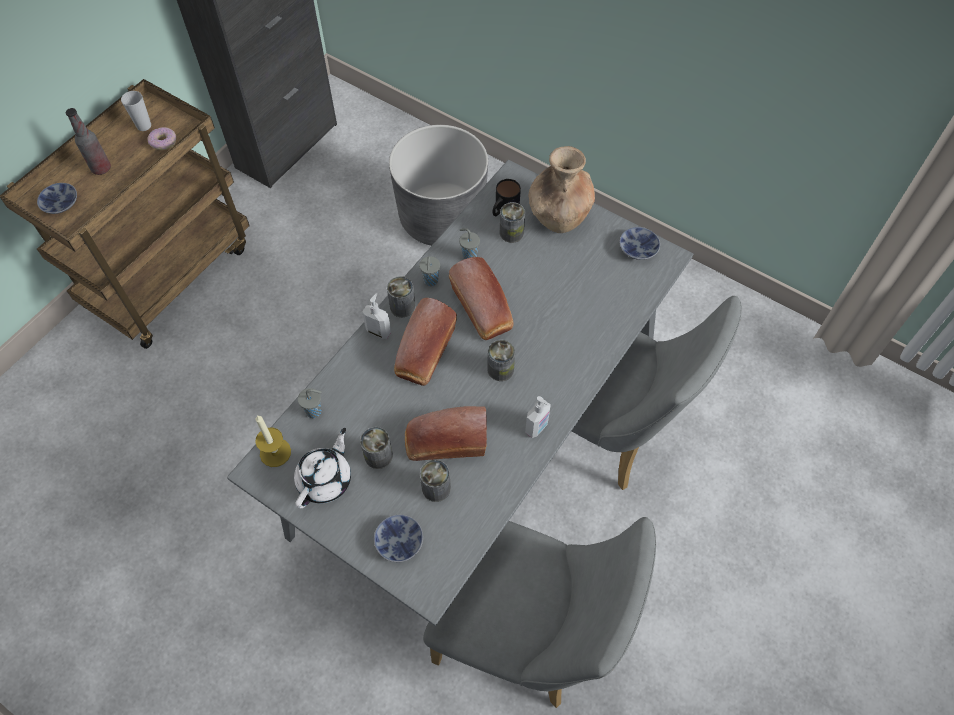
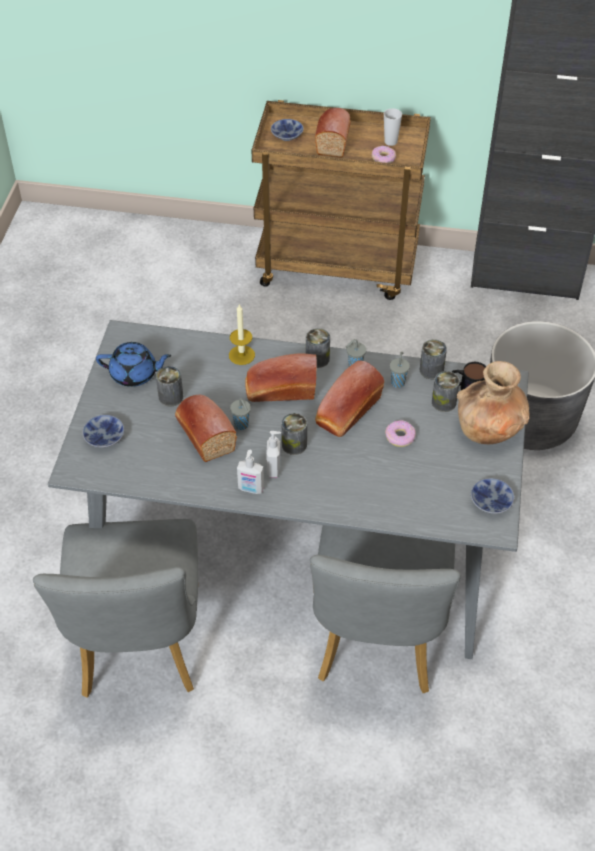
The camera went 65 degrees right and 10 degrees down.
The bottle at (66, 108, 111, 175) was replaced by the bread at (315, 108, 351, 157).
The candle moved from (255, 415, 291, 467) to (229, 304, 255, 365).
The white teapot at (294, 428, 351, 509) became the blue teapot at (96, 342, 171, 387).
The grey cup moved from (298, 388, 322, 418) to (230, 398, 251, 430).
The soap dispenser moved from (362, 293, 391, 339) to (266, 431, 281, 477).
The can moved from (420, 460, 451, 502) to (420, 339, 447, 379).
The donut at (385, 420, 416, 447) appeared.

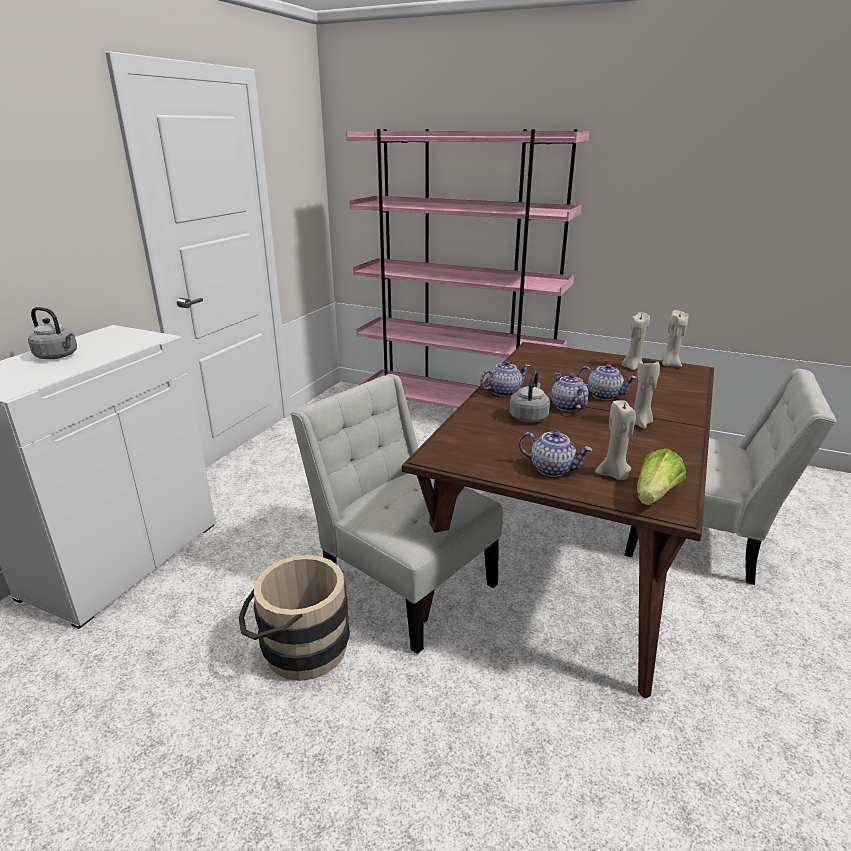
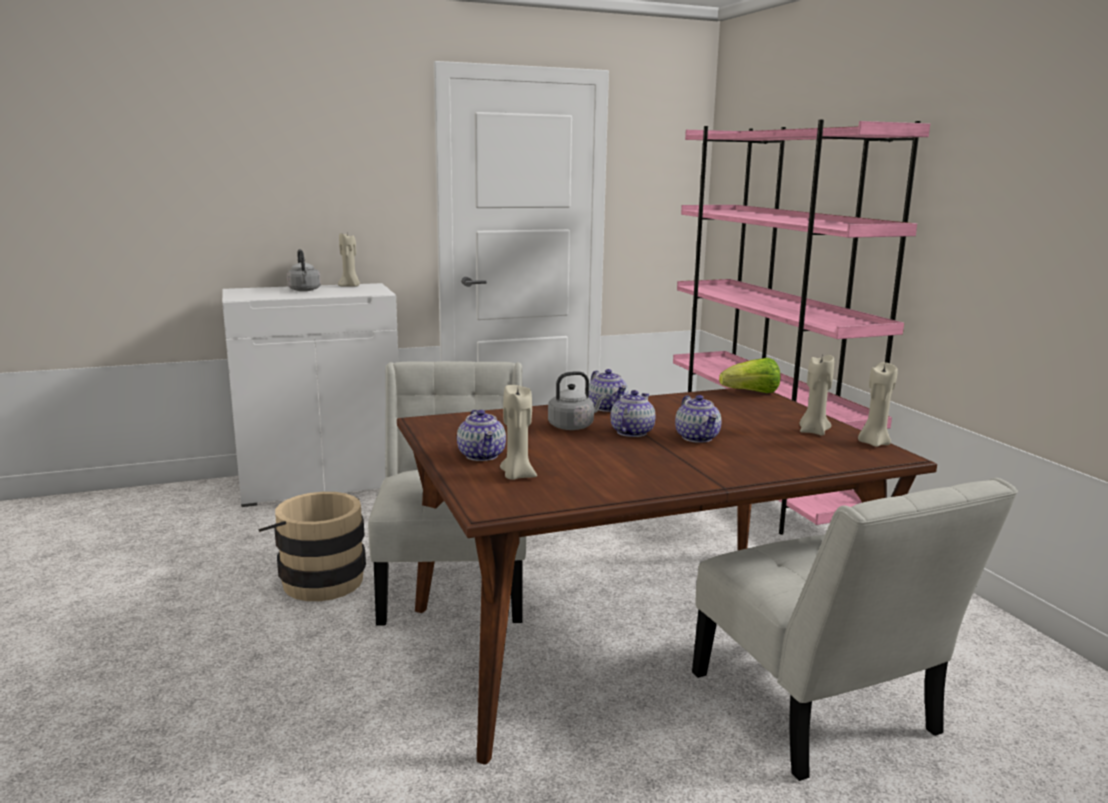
The camera went 45 degrees right and 10 degrees down.
The teapot at (480, 361, 530, 397) turned 45 degrees clockwise.
The beige candle moved from (634, 358, 660, 429) to (338, 233, 360, 287).
The lettuce moved from (637, 449, 686, 505) to (719, 358, 780, 393).

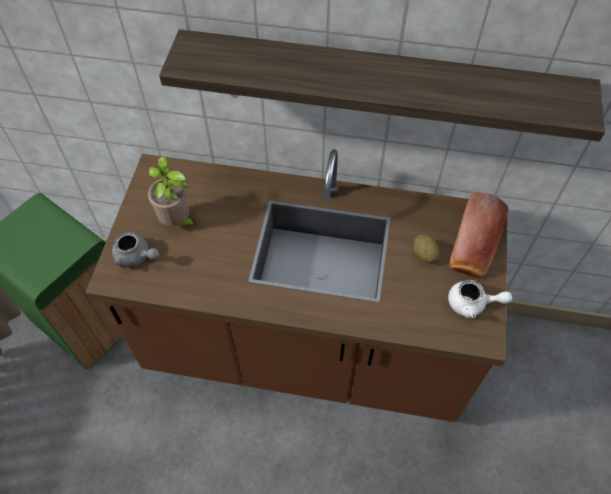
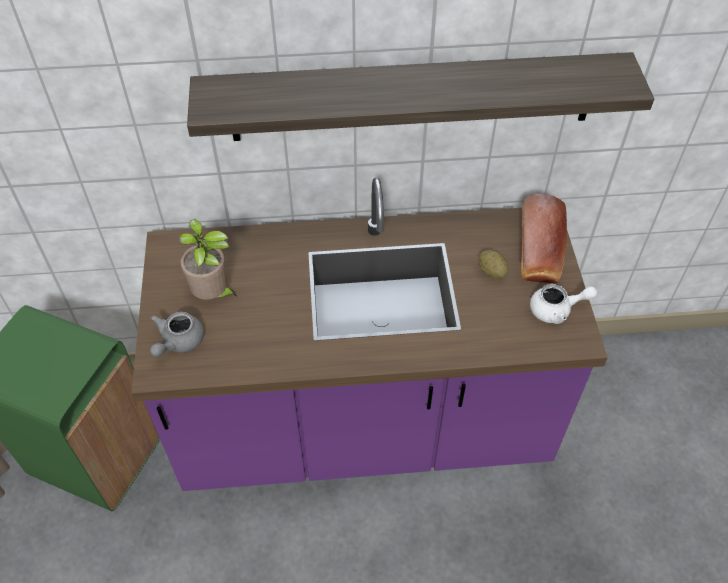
The camera went 15 degrees left and 5 degrees down.
The brown counter at (85, 149, 507, 422) became the purple counter at (131, 178, 608, 491).
The grey teapot at (112, 232, 159, 268) turned 105 degrees clockwise.

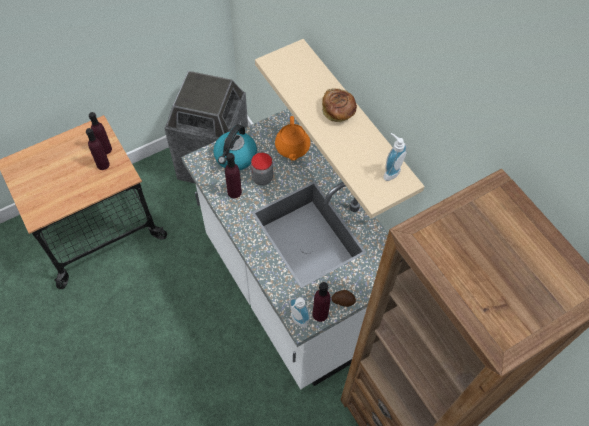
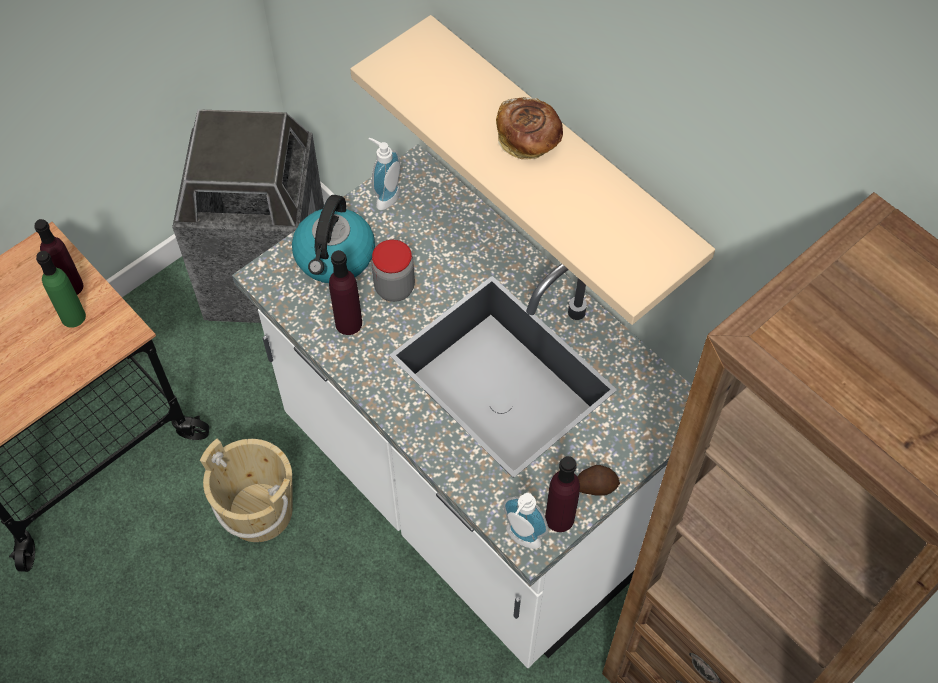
The camera went 10 degrees left and 0 degrees up.
The purple bottle at (86, 128, 110, 170) became the green bottle at (36, 251, 86, 328).
The orange teapot at (275, 116, 311, 161) disappeared.
The soap dispenser moved from (383, 133, 407, 181) to (368, 137, 401, 210).
The beige bucket at (200, 439, 293, 542) appeared.

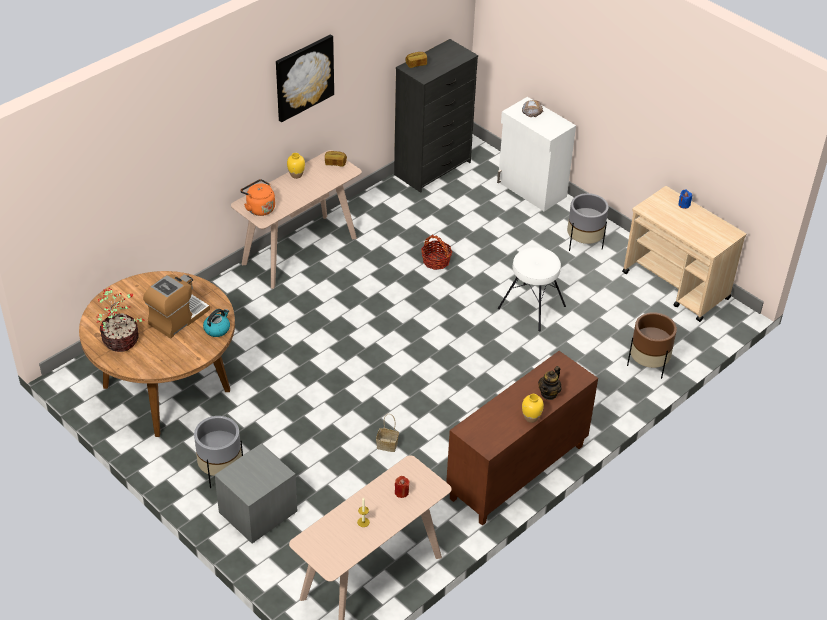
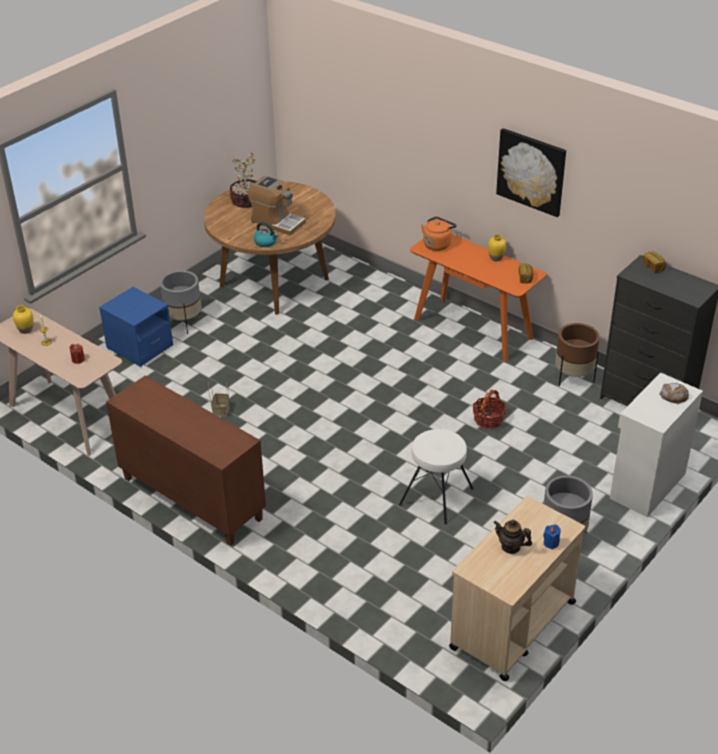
The camera went 85 degrees right and 5 degrees down.
The grey nightstand at (214, 444, 297, 543) became the blue nightstand at (99, 287, 173, 367).
The beige console table at (231, 150, 362, 289) became the orange console table at (410, 234, 546, 362).
The yellow vase moved from (522, 394, 544, 423) to (13, 305, 34, 334).
The teapot moved from (538, 366, 562, 400) to (493, 520, 532, 554).
The brown planter moved from (627, 312, 677, 379) to (555, 323, 600, 386).

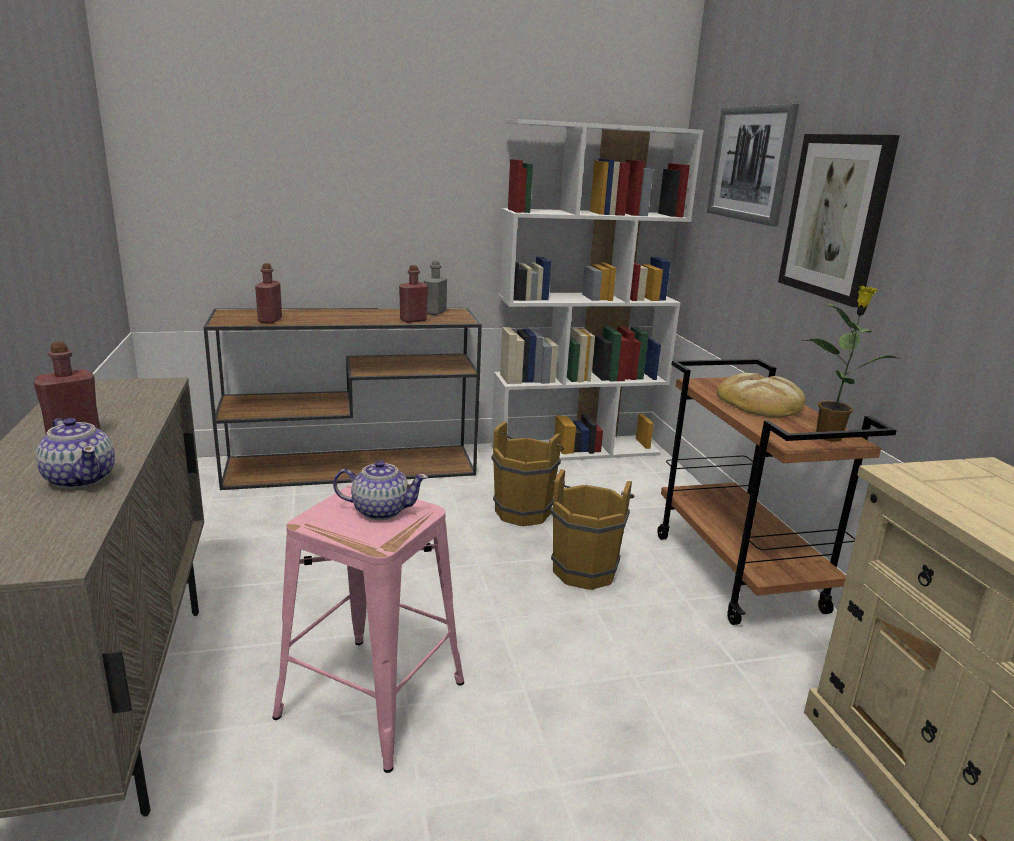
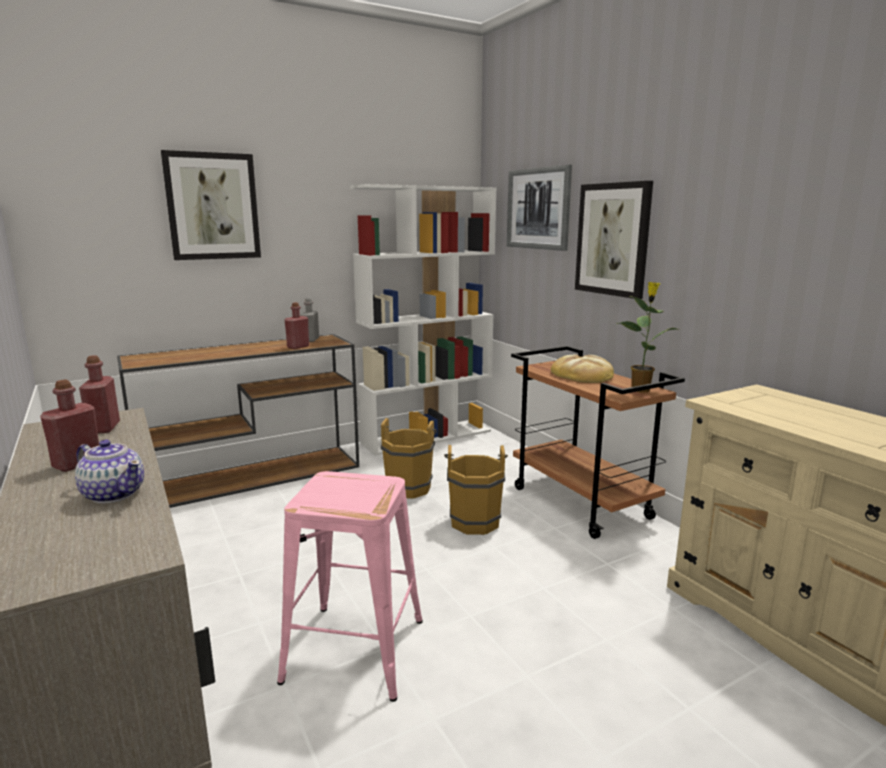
The camera went 15 degrees left and 5 degrees down.
The red bottle moved from (255, 263, 282, 324) to (79, 355, 120, 434).
The teapot at (333, 460, 428, 520) disappeared.
The picture at (161, 150, 261, 260) appeared.

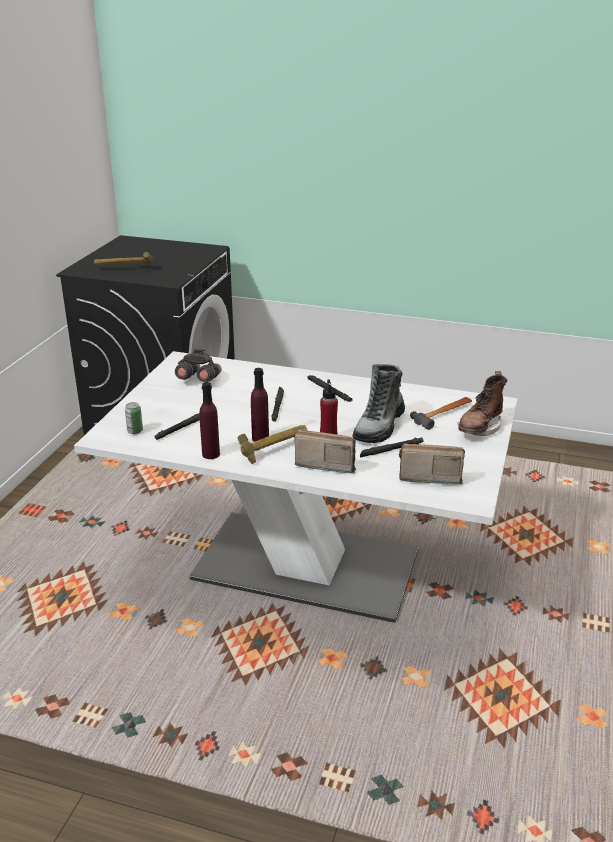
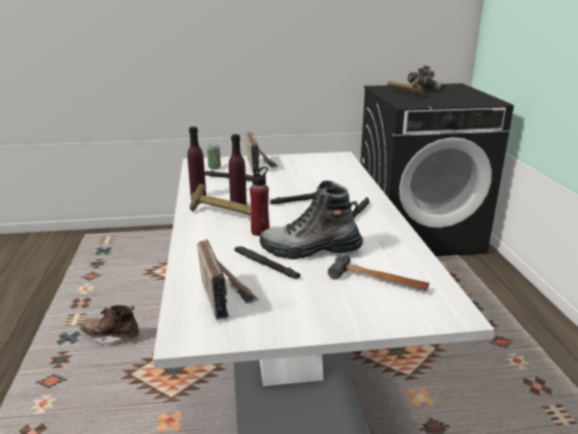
The camera went 65 degrees right and 5 degrees down.
The grey binoculars moved from (175, 349, 221, 382) to (408, 65, 441, 90).
The radio moved from (294, 429, 356, 474) to (245, 132, 278, 172).
The brown boot moved from (458, 371, 507, 436) to (80, 305, 139, 346).

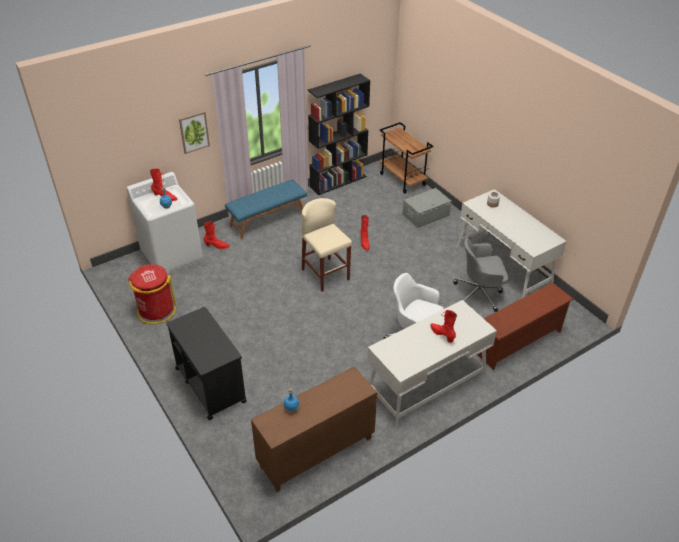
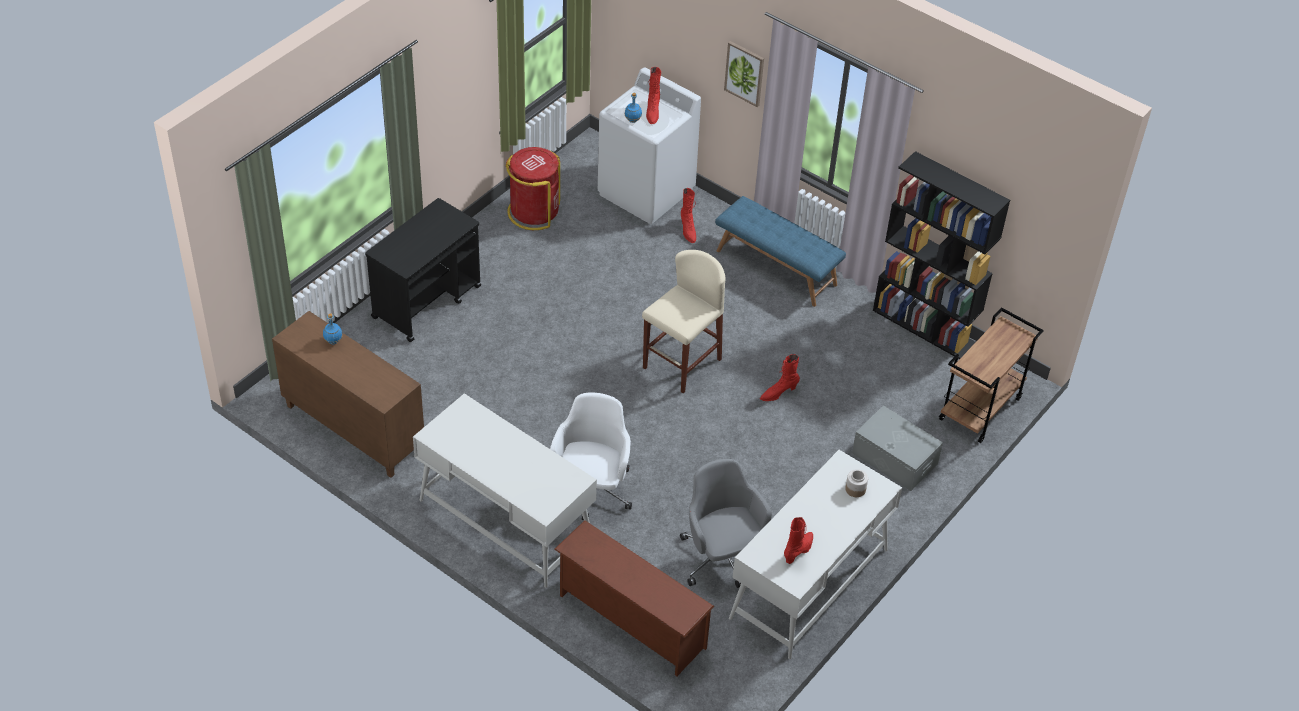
The camera went 70 degrees right and 5 degrees up.
The red boot moved from (431, 310, 457, 343) to (784, 517, 813, 564).

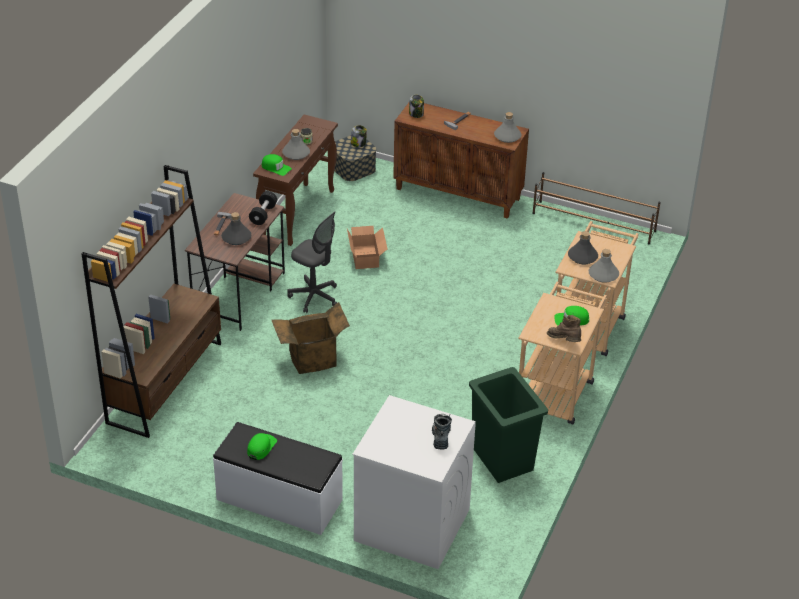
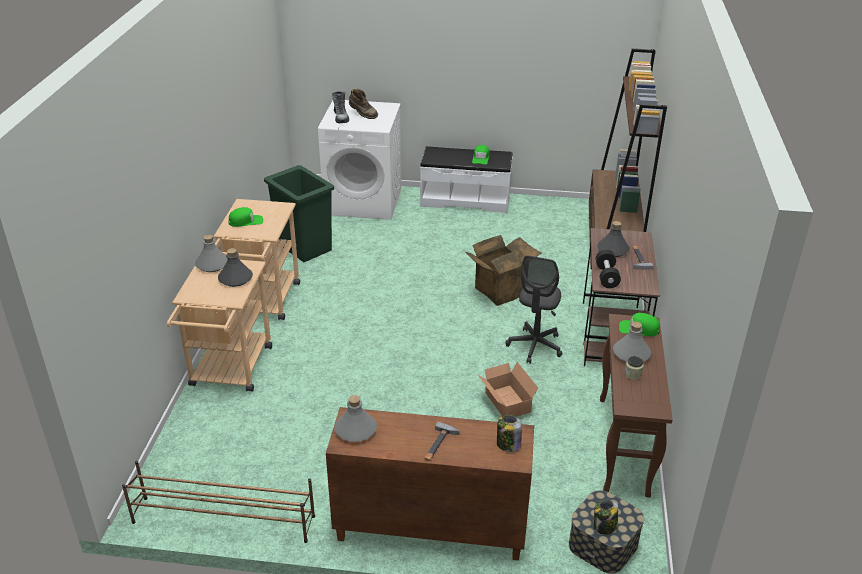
The camera went 165 degrees right and 5 degrees down.
The grey office chair at (287, 212, 337, 313) turned 90 degrees counterclockwise.
The brown boot moved from (547, 315, 581, 342) to (349, 89, 378, 119).

